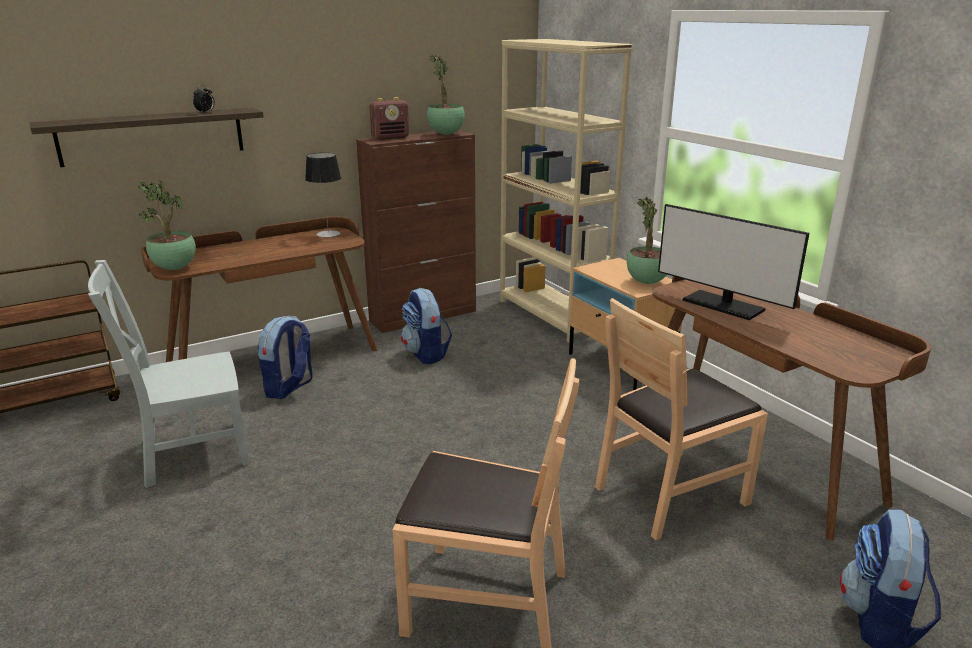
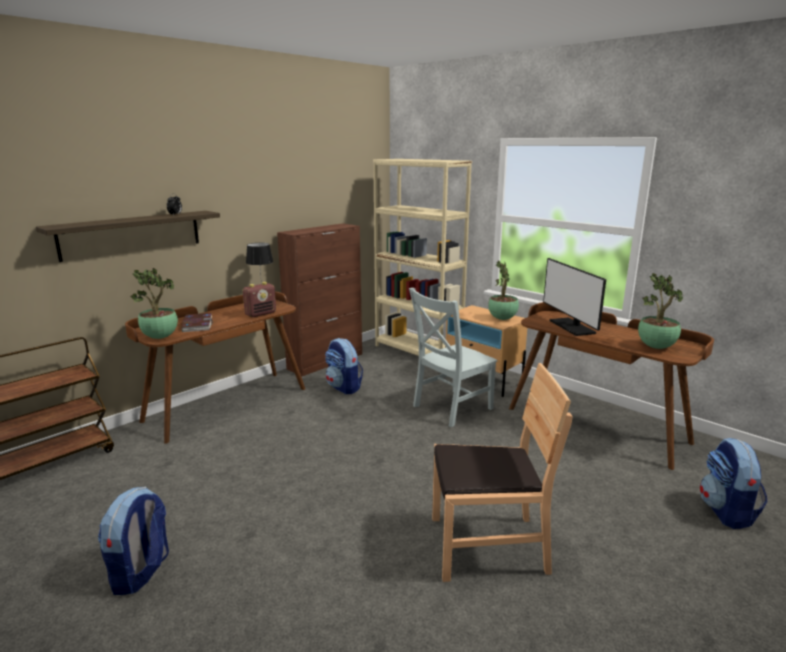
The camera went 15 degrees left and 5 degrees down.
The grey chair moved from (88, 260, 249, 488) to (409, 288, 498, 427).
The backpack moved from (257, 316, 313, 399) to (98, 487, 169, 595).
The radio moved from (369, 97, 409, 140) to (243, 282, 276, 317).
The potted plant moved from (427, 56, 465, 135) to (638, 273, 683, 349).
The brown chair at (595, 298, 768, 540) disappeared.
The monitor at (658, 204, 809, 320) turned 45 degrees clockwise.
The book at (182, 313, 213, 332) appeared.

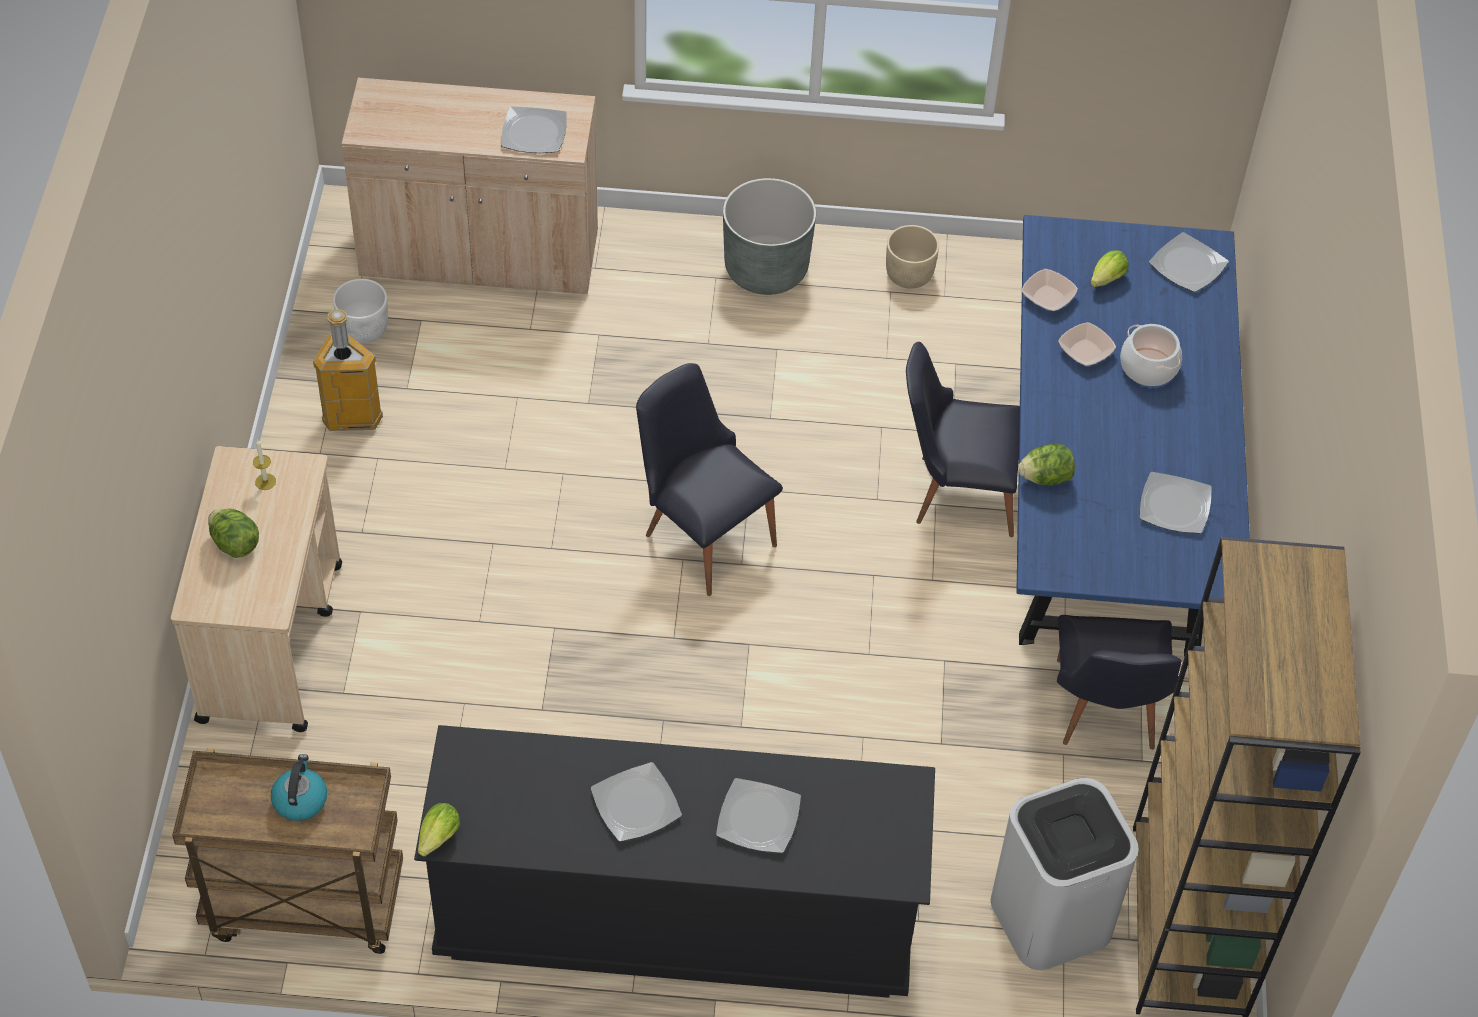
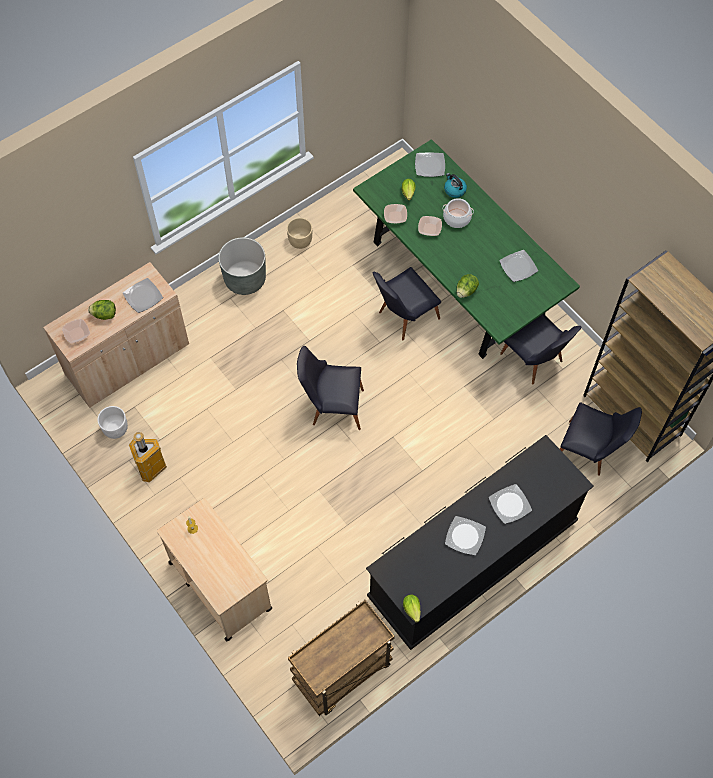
The camera went 40 degrees left and 10 degrees up.
The lettuce moved from (208, 509, 259, 558) to (88, 300, 116, 320).
The kettle moved from (271, 754, 327, 821) to (444, 173, 467, 198).
The white trash can at (991, 778, 1138, 970) was replaced by the black chair at (560, 403, 642, 476).
The blue dining table at (1016, 215, 1250, 656) became the green dining table at (353, 139, 580, 359).
The bowl at (62, 319, 90, 343) appeared.

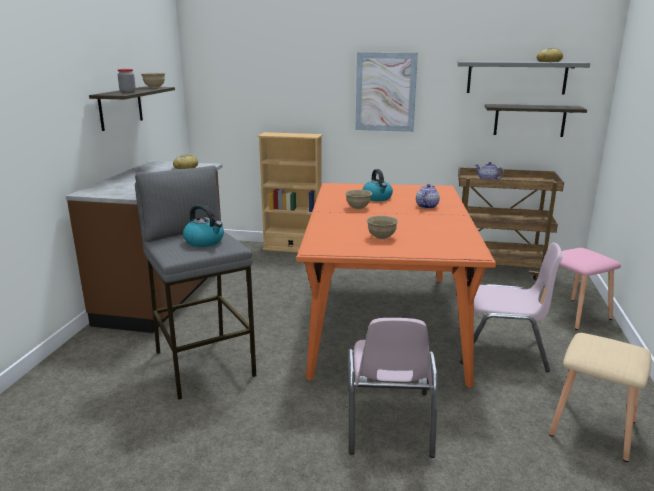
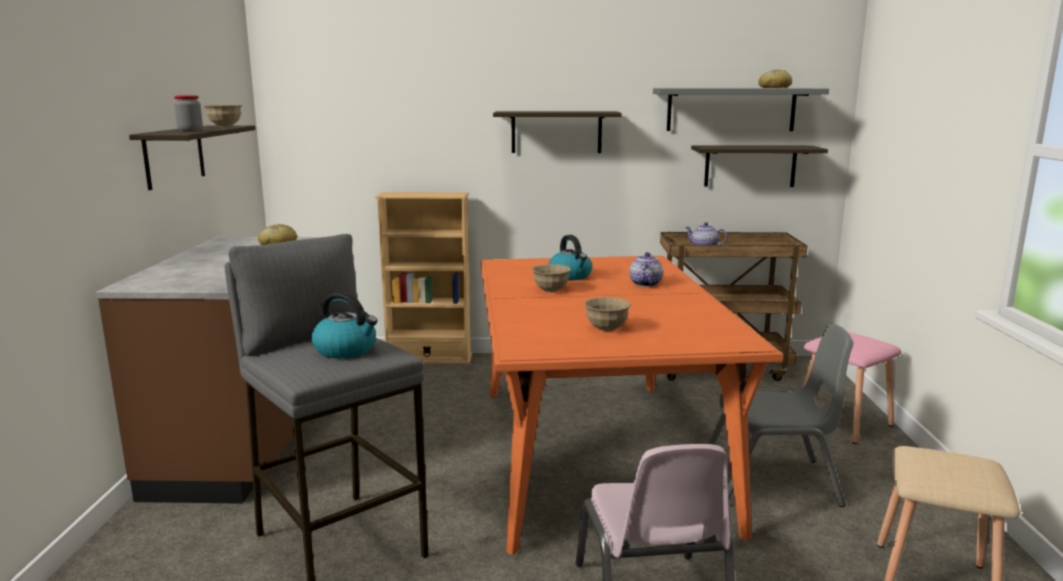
The camera went 10 degrees left and 5 degrees down.
The picture at (355, 52, 418, 132) was replaced by the shelf at (493, 111, 622, 153).
The pink chair at (460, 242, 563, 372) became the grey chair at (708, 323, 854, 507).

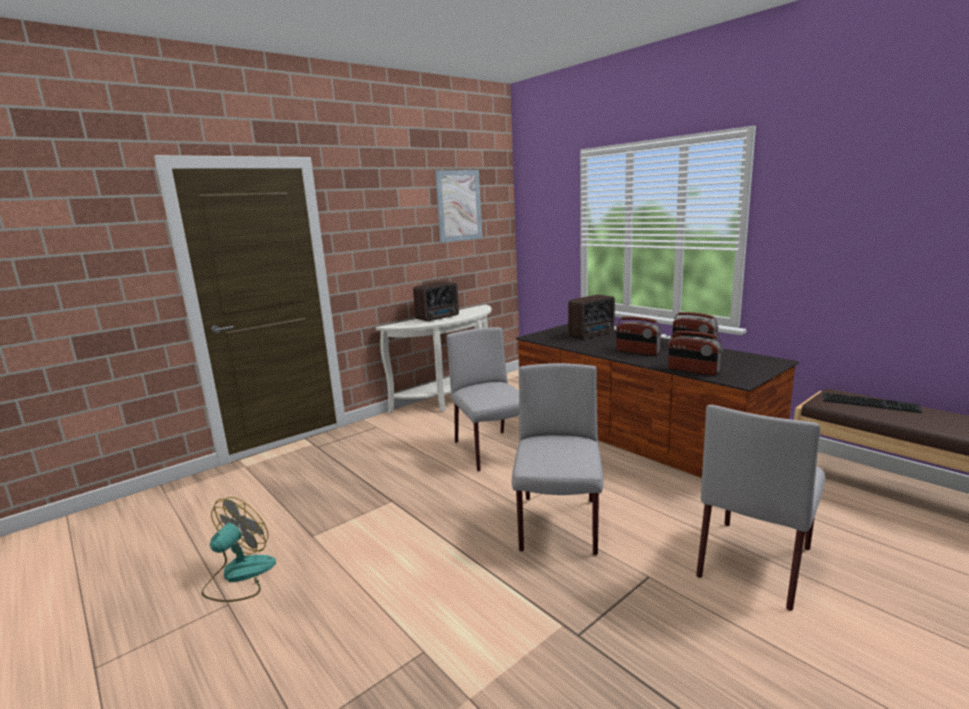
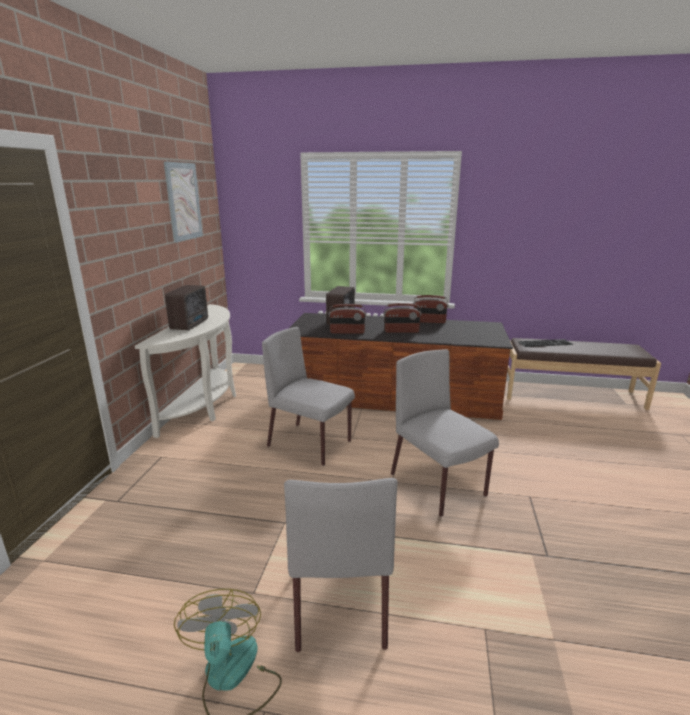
The camera went 40 degrees left and 5 degrees up.
The radio moved from (668, 331, 723, 375) to (329, 304, 366, 334).
The grey chair moved from (696, 405, 825, 611) to (284, 478, 397, 652).

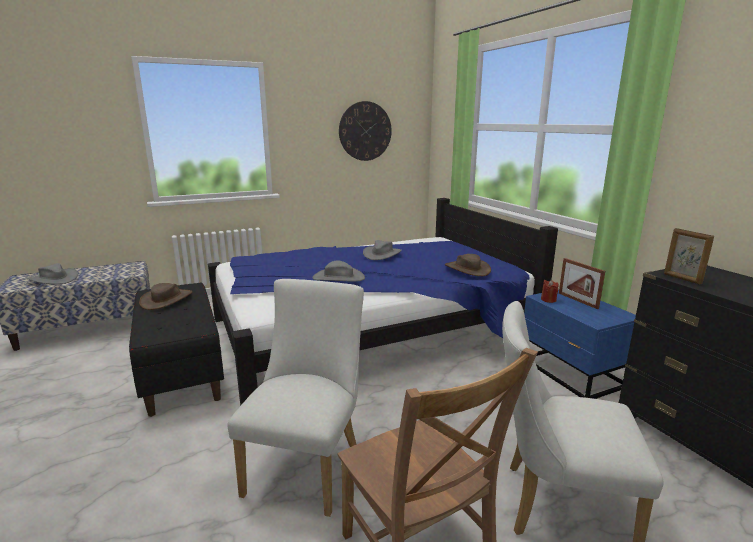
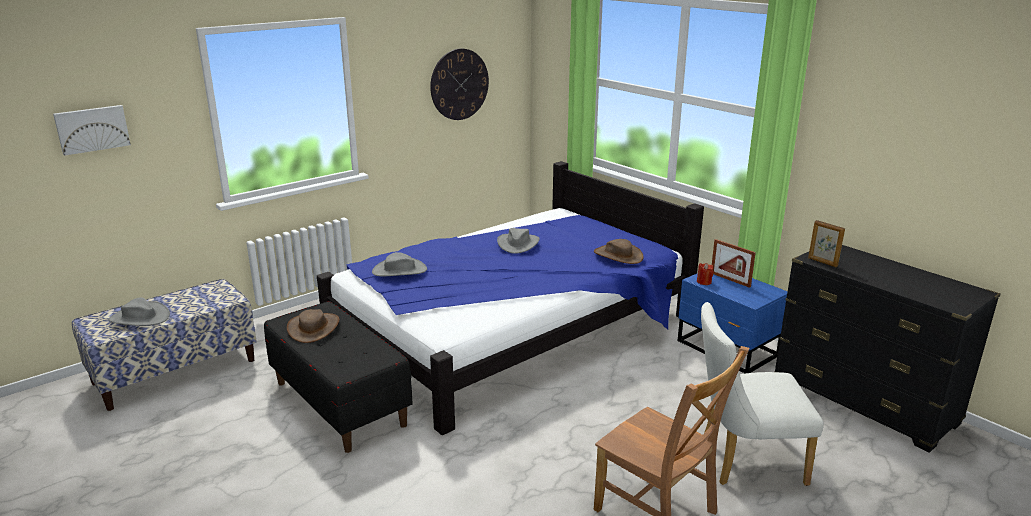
The camera went 15 degrees left and 5 degrees up.
The white chair at (228, 279, 364, 517) disappeared.
The grey hat moved from (312, 260, 365, 282) to (372, 252, 427, 276).
The picture at (53, 105, 131, 156) appeared.

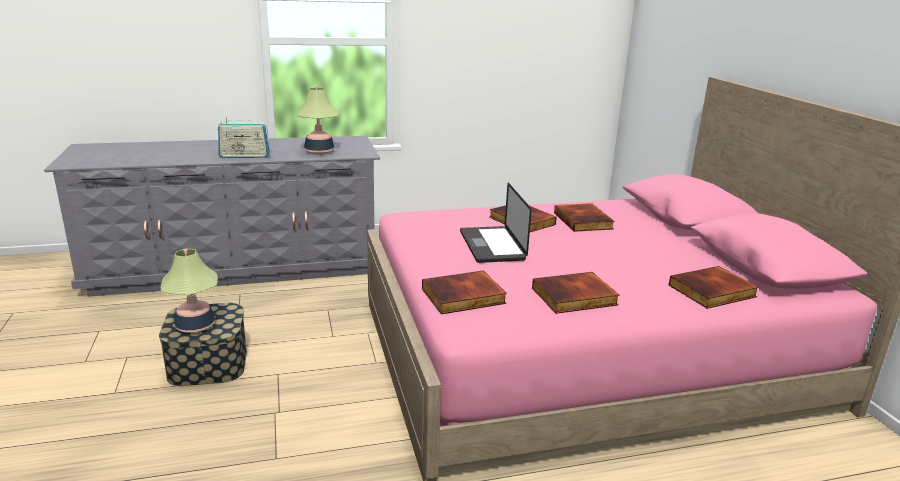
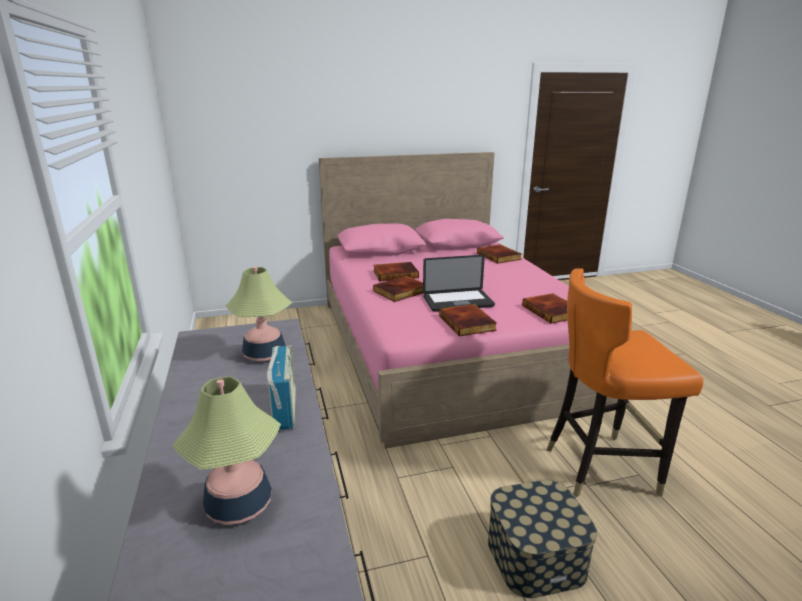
The camera went 90 degrees left and 0 degrees up.
The table lamp moved from (161, 249, 218, 333) to (173, 376, 281, 525).
The book moved from (532, 272, 619, 314) to (439, 304, 497, 336).
The orange chair at (547, 268, 703, 497) appeared.

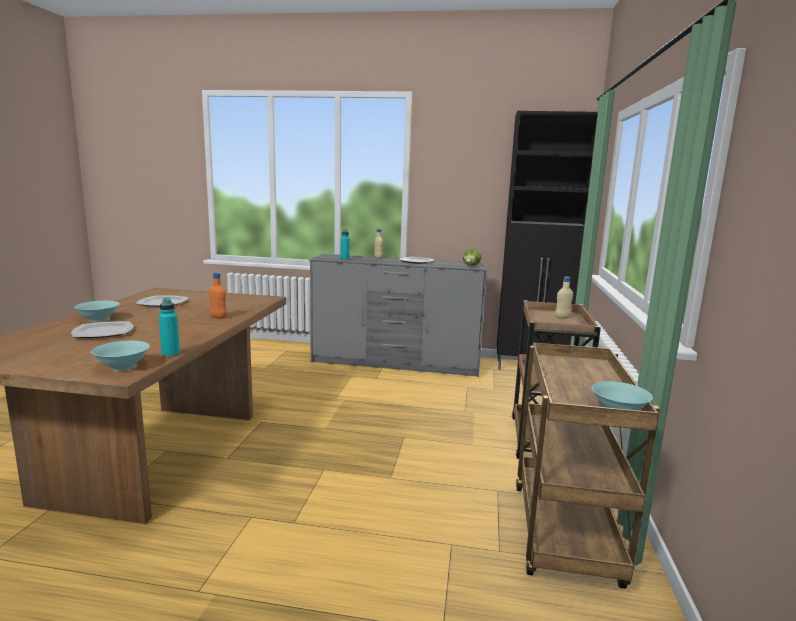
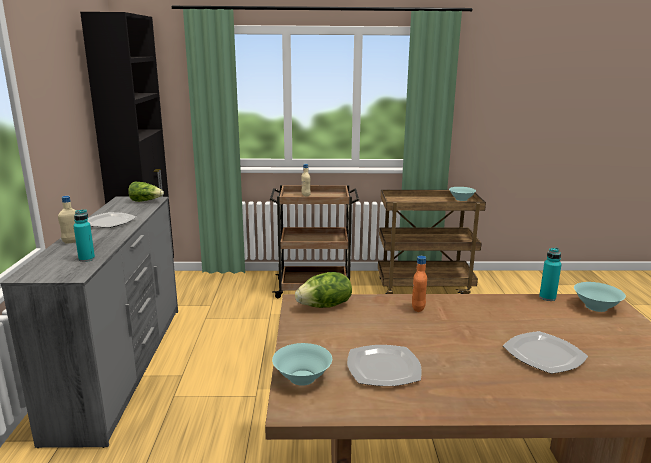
The camera went 100 degrees left and 5 degrees up.
The turquoise bowl moved from (74, 301, 120, 322) to (272, 343, 332, 386).
The lettuce at (295, 272, 352, 308) appeared.

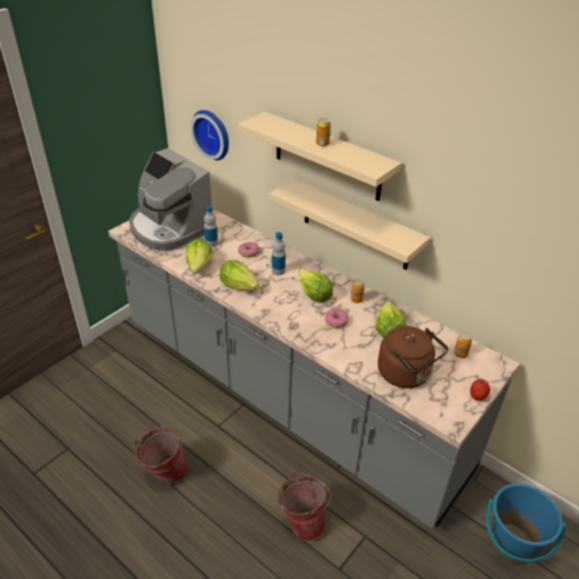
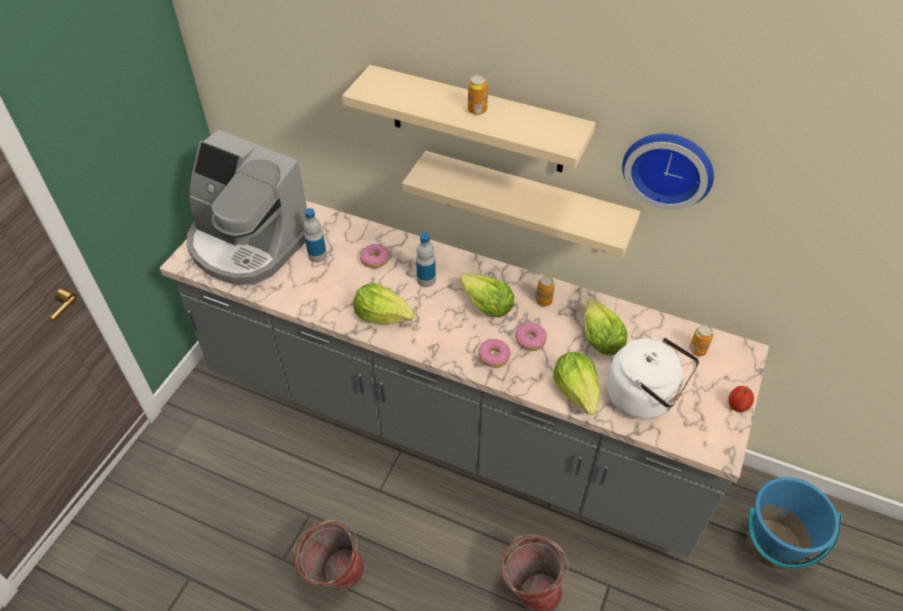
The camera went 15 degrees left and 10 degrees up.
The lettuce moved from (186, 239, 213, 273) to (553, 352, 600, 415).
The wall clock moved from (190, 110, 229, 160) to (622, 134, 714, 210).
The brown kettle at (378, 326, 448, 388) became the white kettle at (607, 336, 699, 420).
The donut at (478, 339, 511, 368) appeared.

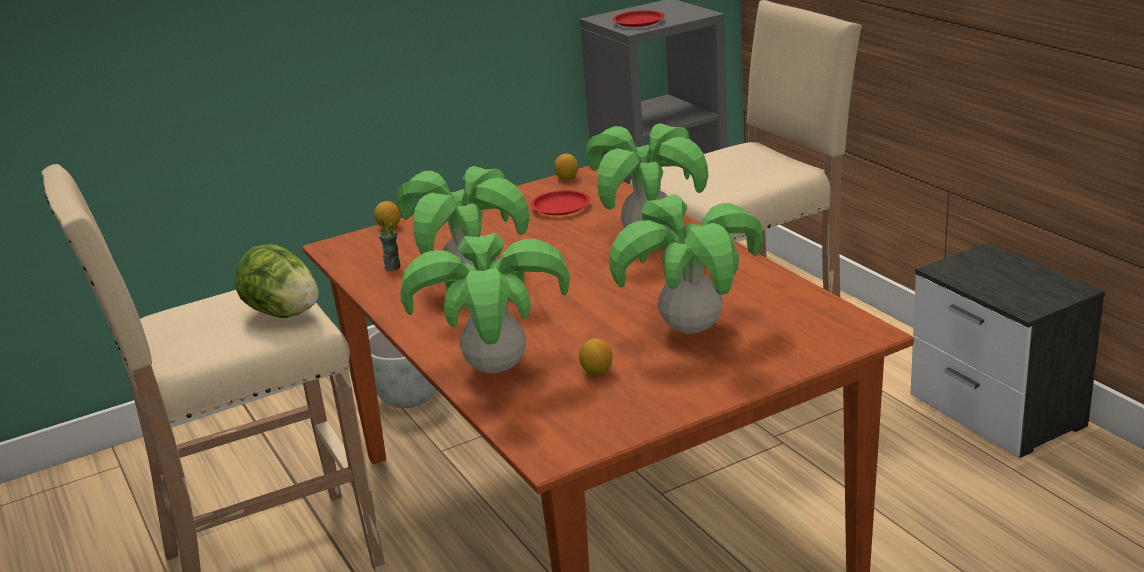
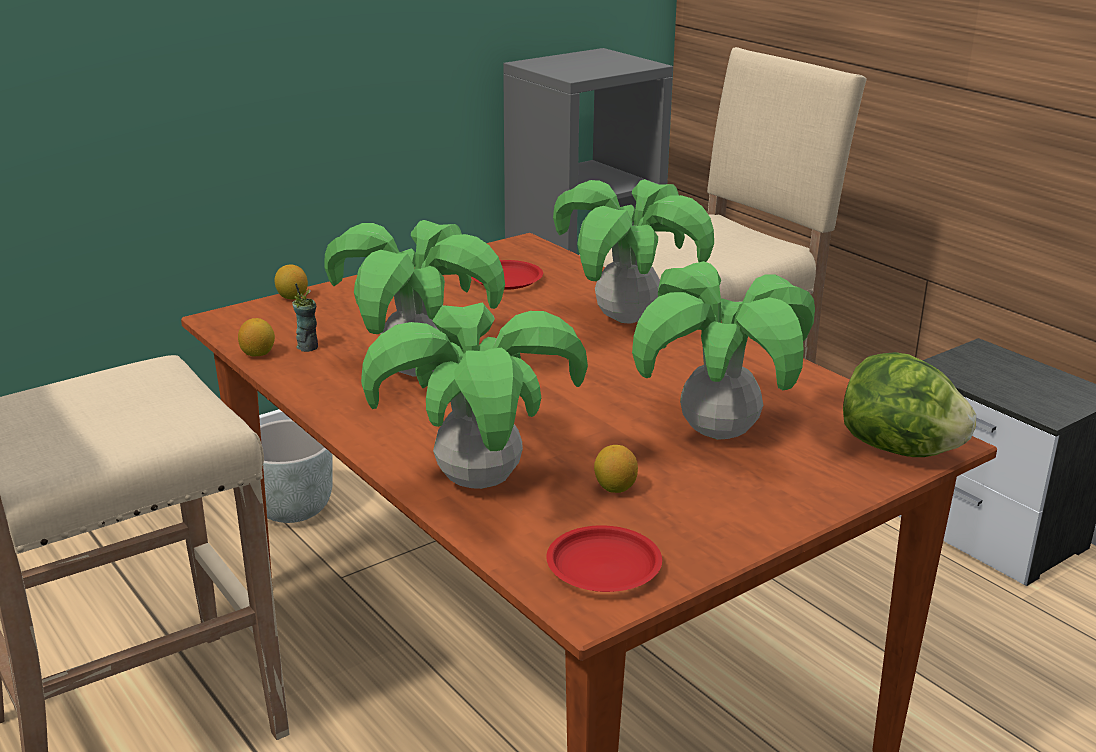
The camera went 10 degrees left and 0 degrees up.
The lettuce moved from (235, 244, 319, 318) to (843, 352, 976, 457).
The lemon moved from (554, 153, 578, 179) to (238, 318, 275, 357).
The red plate moved from (612, 10, 665, 27) to (546, 525, 662, 592).

